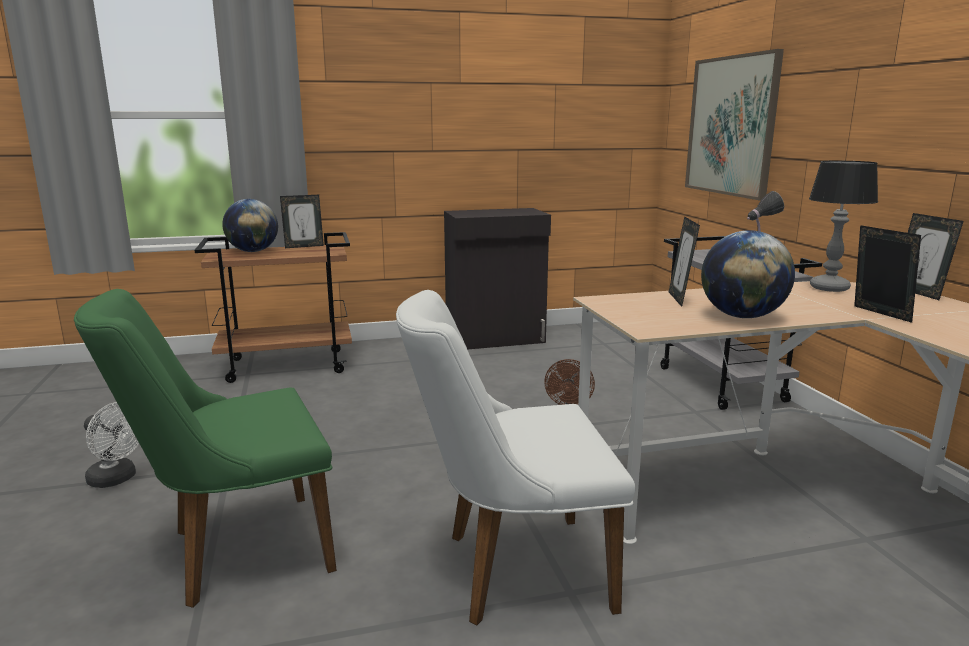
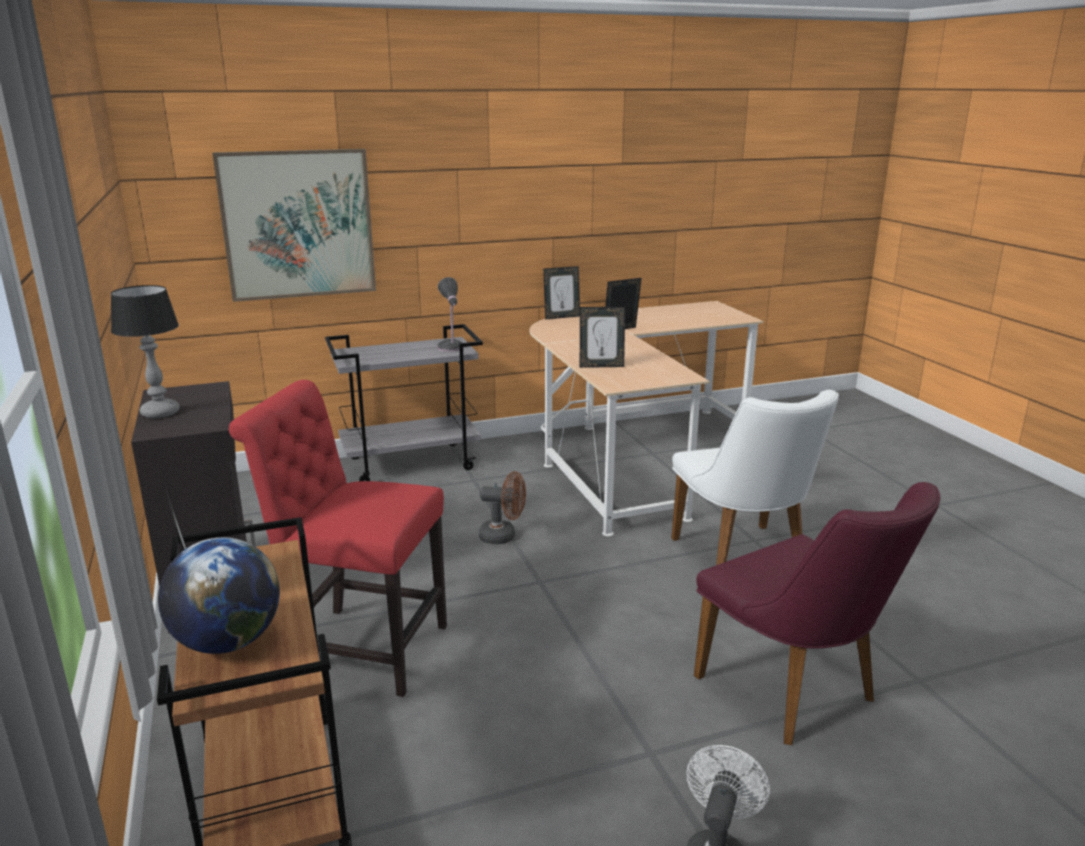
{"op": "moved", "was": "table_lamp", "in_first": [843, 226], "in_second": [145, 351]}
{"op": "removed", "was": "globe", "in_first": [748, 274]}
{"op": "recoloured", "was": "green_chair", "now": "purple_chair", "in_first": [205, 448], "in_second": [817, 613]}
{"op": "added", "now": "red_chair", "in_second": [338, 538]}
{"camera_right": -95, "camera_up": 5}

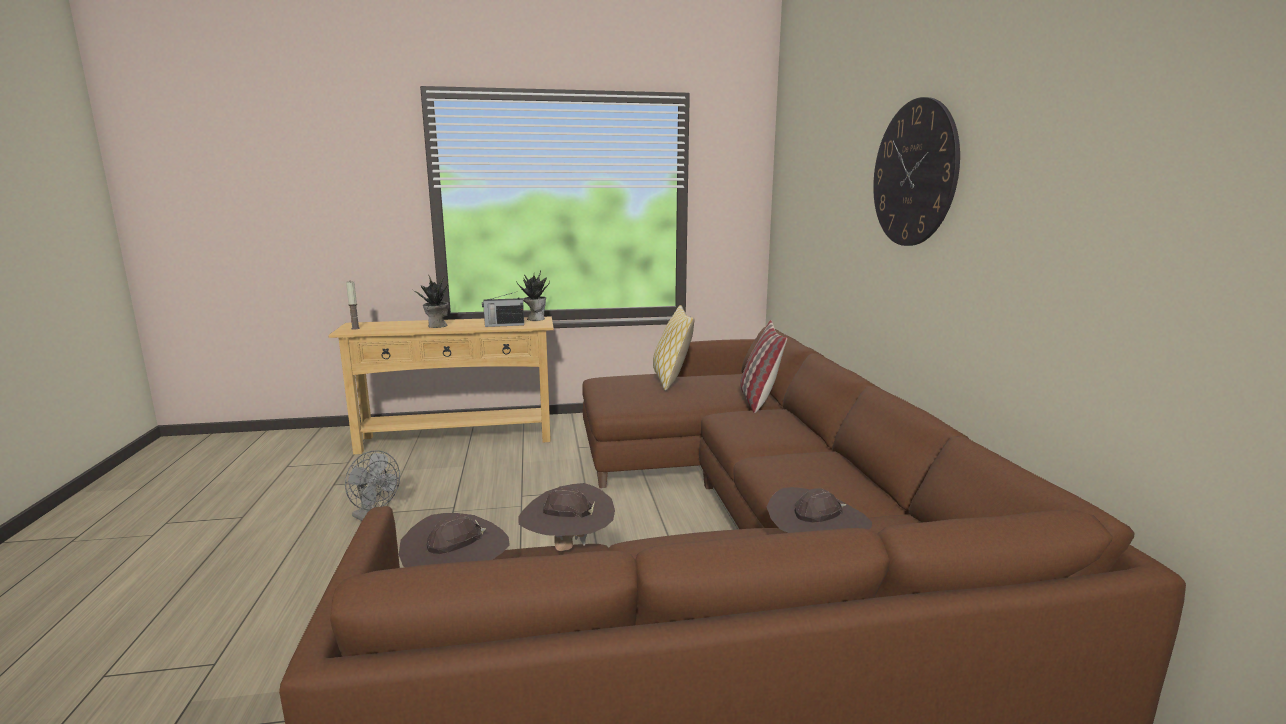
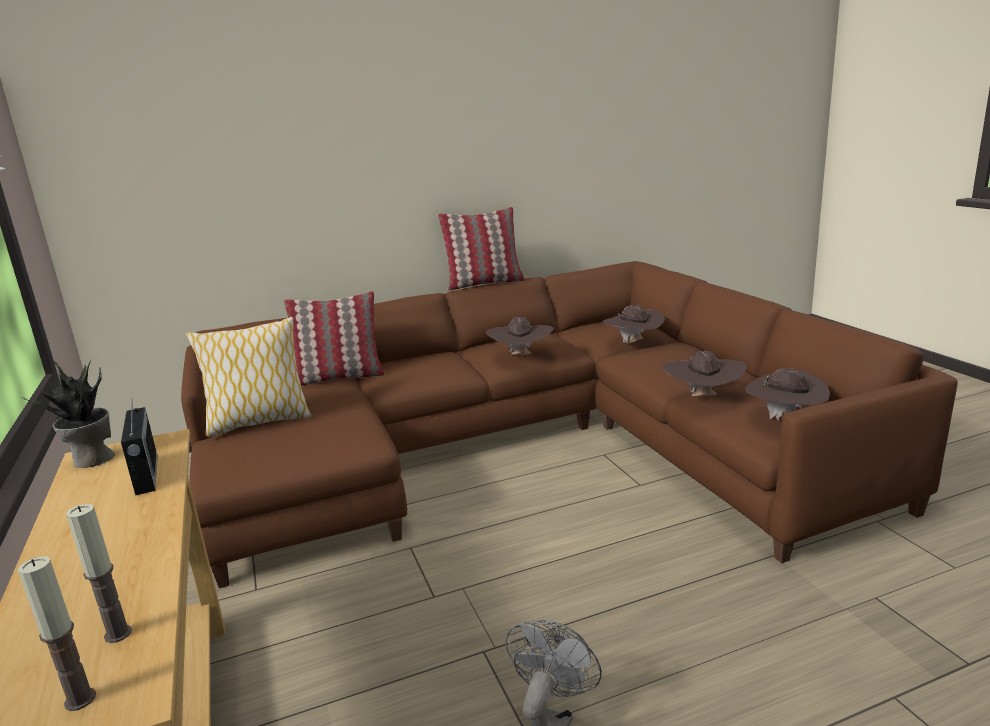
{"op": "removed", "was": "wall_clock", "in_first": [916, 171]}
{"op": "removed", "was": "potted_plant", "in_first": [430, 301]}
{"op": "added", "now": "pillow", "in_second": [480, 249]}
{"op": "added", "now": "brown_hat", "in_second": [520, 336]}
{"op": "added", "now": "candle", "in_second": [99, 573]}
{"camera_right": -100, "camera_up": 5}

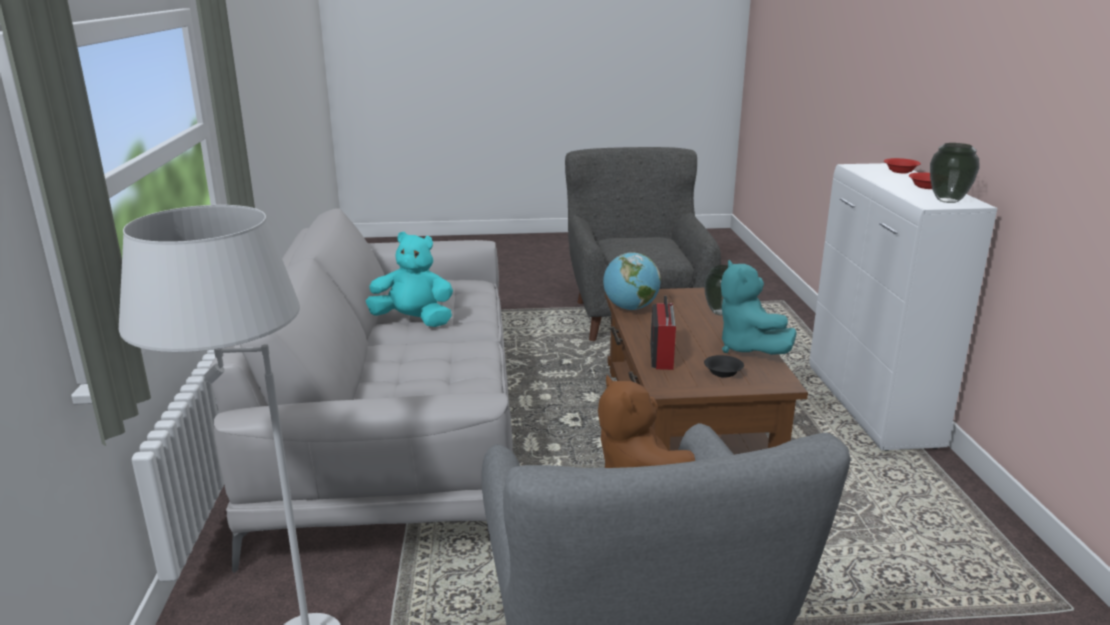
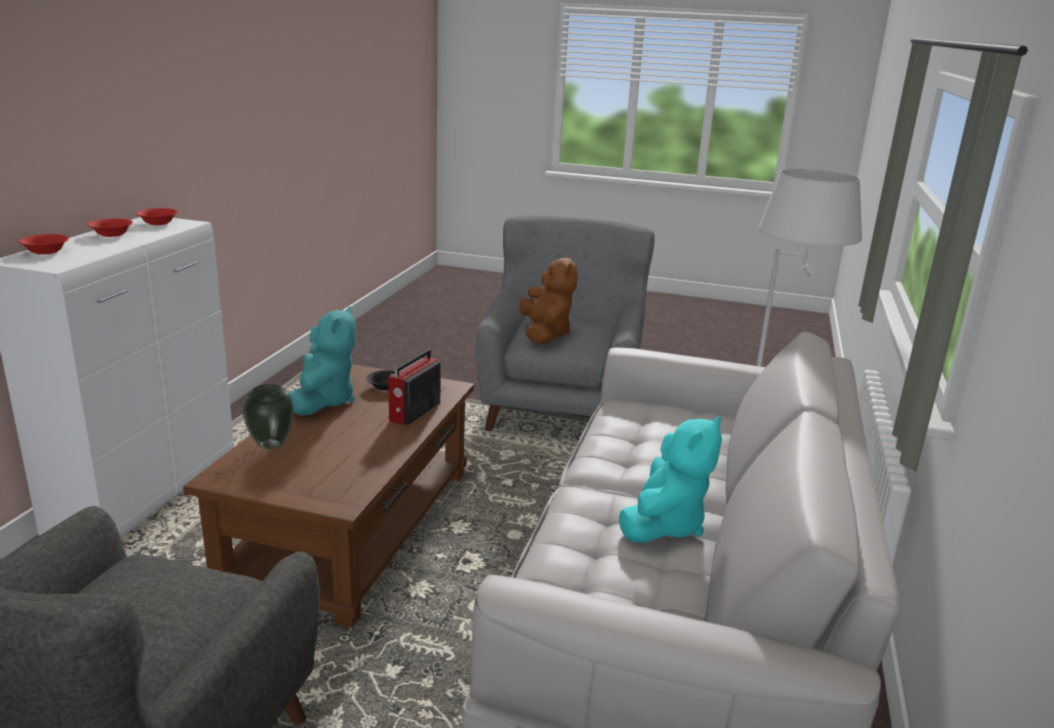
{"op": "replaced", "was": "vase", "now": "red_bowl", "in_first": [955, 173], "in_second": [157, 216]}
{"op": "turned", "was": "turquoise_plush_toy", "in_first": [409, 279], "in_second": [670, 479], "clockwise": -90}
{"op": "removed", "was": "globe", "in_first": [632, 281]}
{"camera_right": -160, "camera_up": 0}

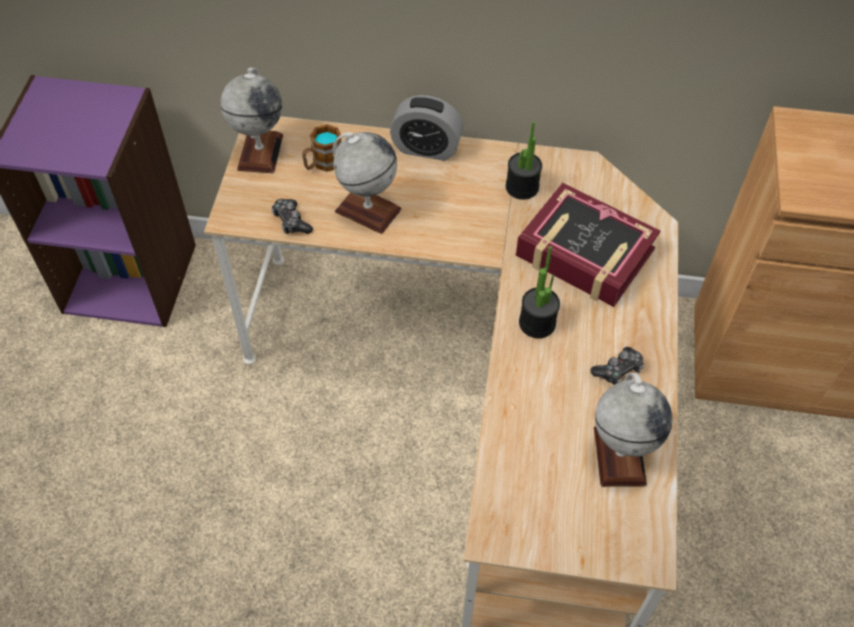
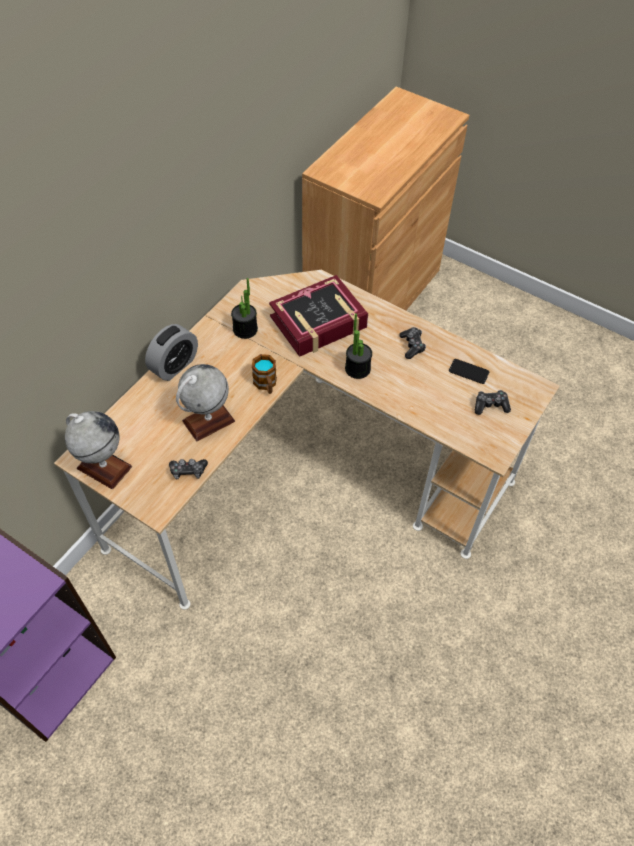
{"op": "moved", "was": "mug", "in_first": [322, 148], "in_second": [264, 374]}
{"op": "replaced", "was": "globe", "now": "phone", "in_first": [633, 430], "in_second": [469, 371]}
{"op": "added", "now": "game_controller", "in_second": [493, 402]}
{"camera_right": -65, "camera_up": 0}

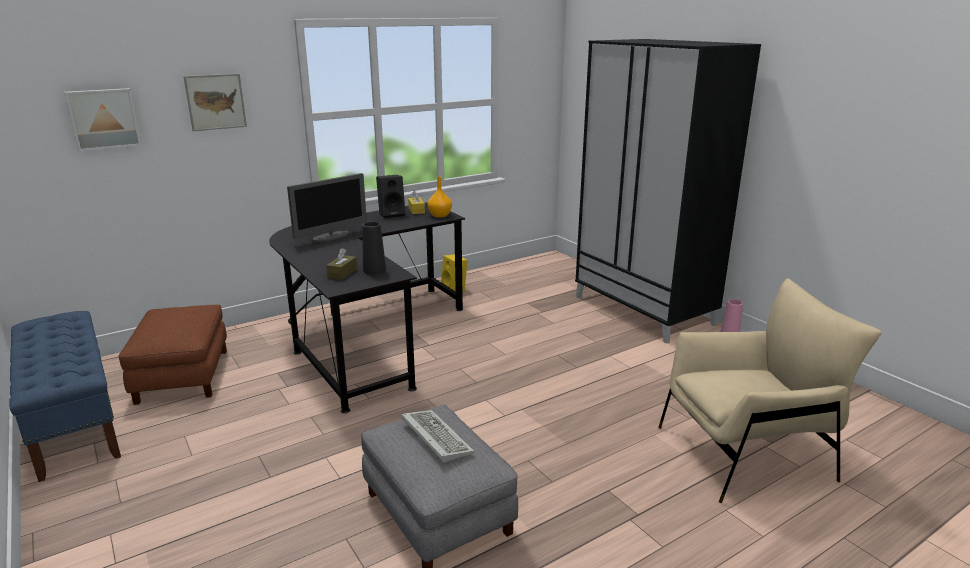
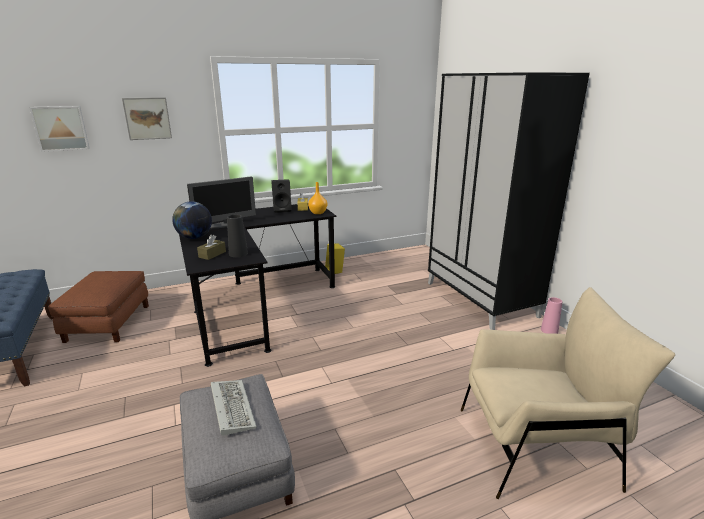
{"op": "added", "now": "globe", "in_second": [192, 220]}
{"camera_right": 10, "camera_up": 0}

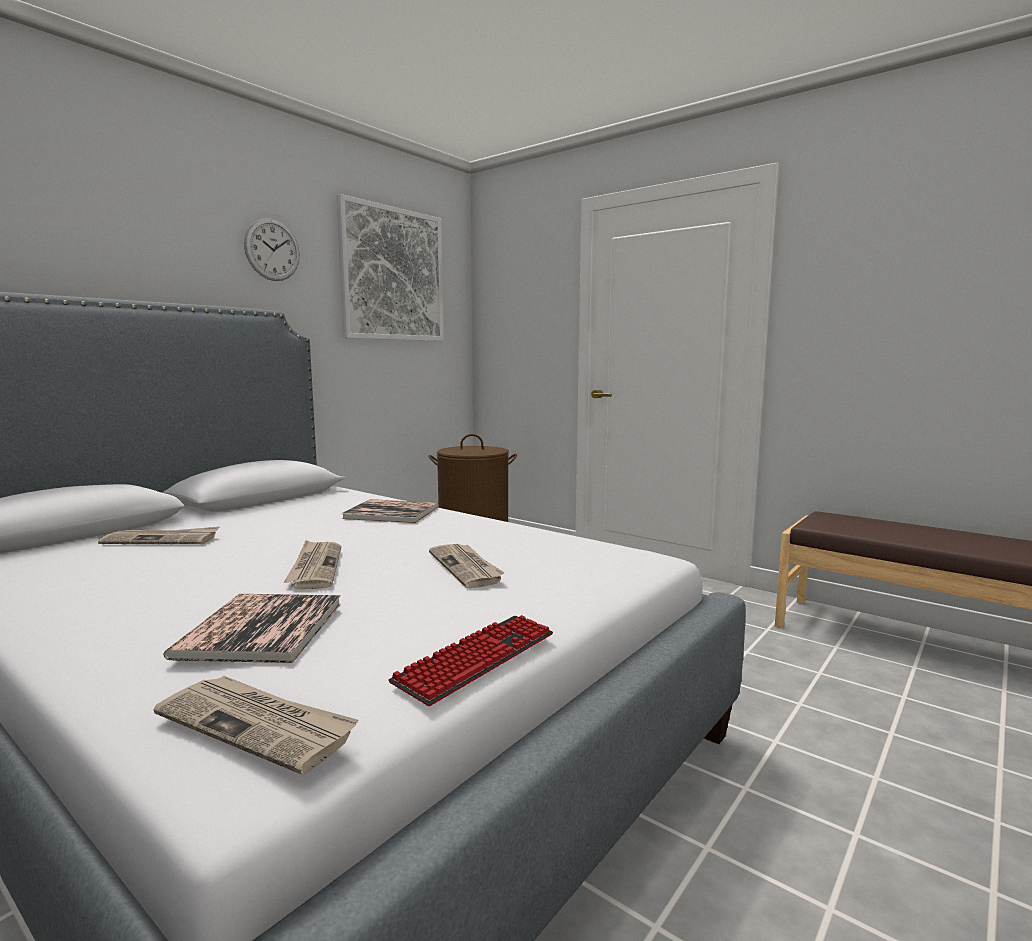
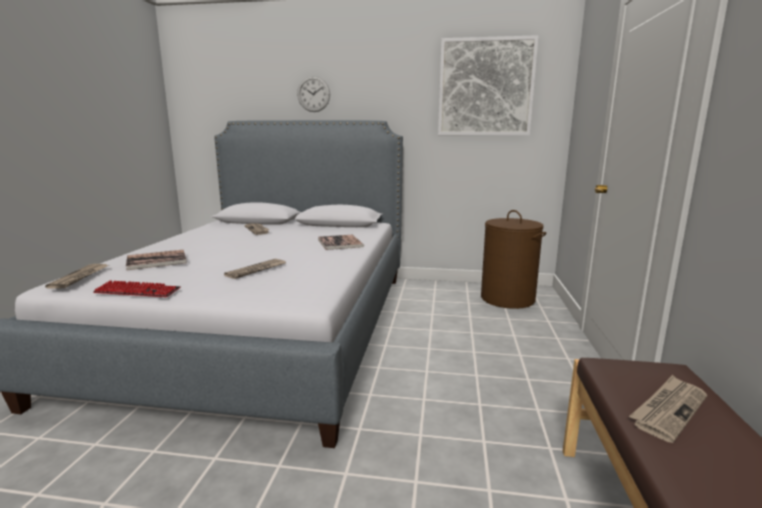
{"op": "moved", "was": "wall_clock", "in_first": [272, 249], "in_second": [313, 94]}
{"op": "moved", "was": "newspaper", "in_first": [312, 564], "in_second": [668, 409]}
{"camera_right": 60, "camera_up": 5}

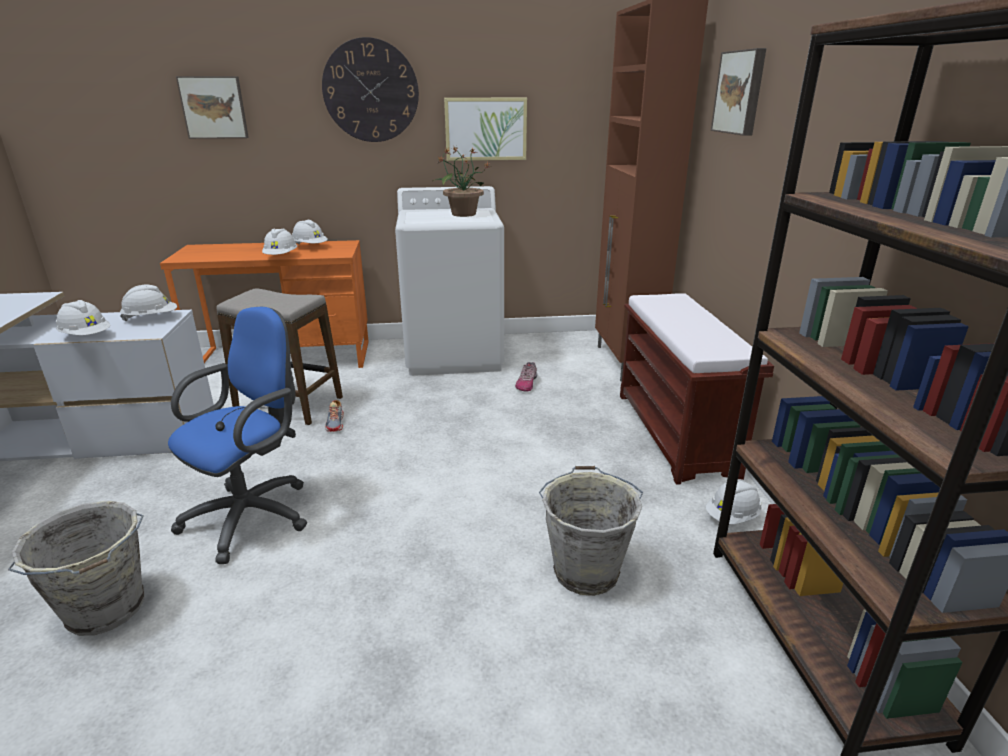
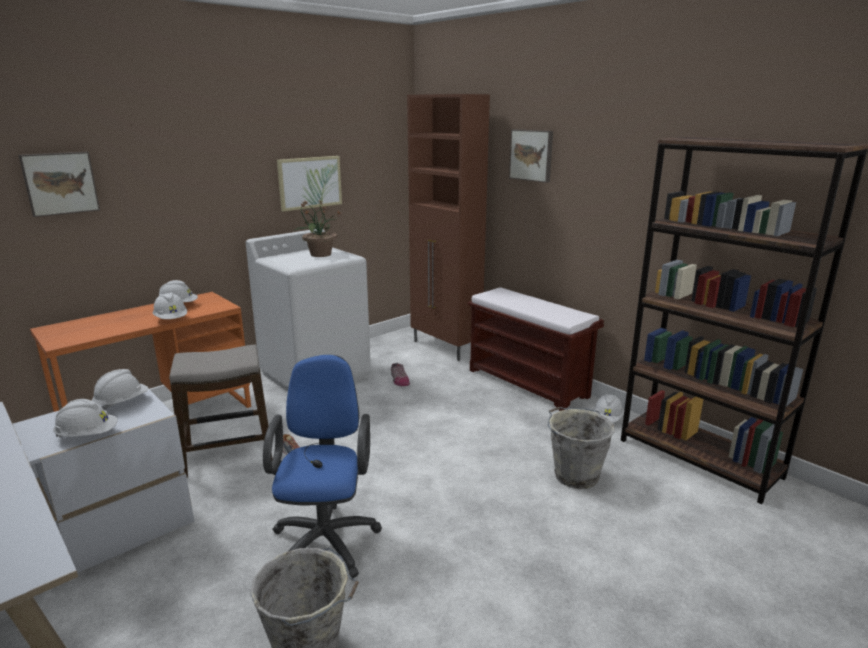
{"op": "removed", "was": "wall_clock", "in_first": [370, 89]}
{"camera_right": -35, "camera_up": -5}

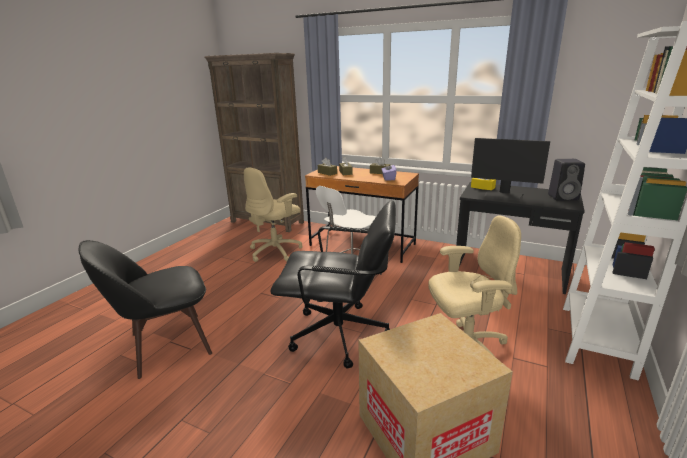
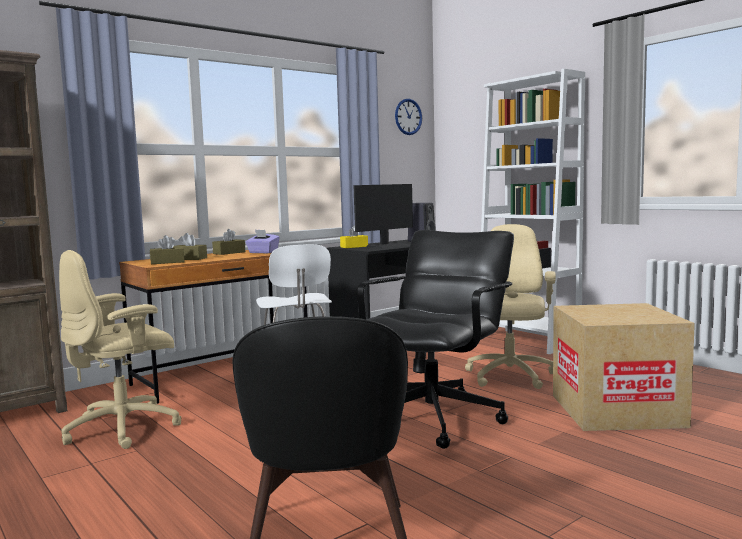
{"op": "turned", "was": "beige_office_chair", "in_first": [273, 215], "in_second": [120, 349], "clockwise": 75}
{"op": "added", "now": "wall_clock", "in_second": [408, 117]}
{"camera_right": -65, "camera_up": -15}

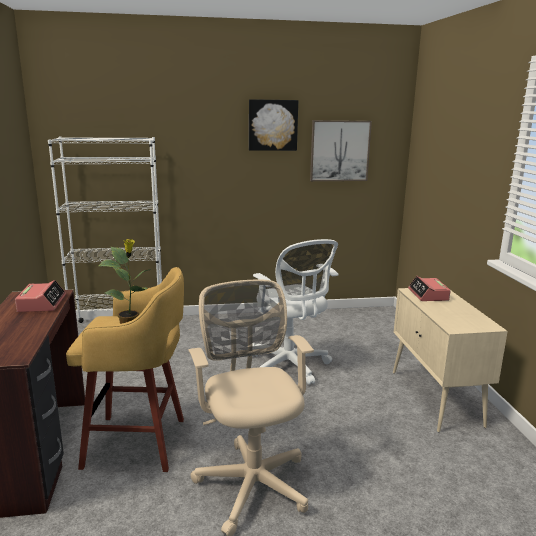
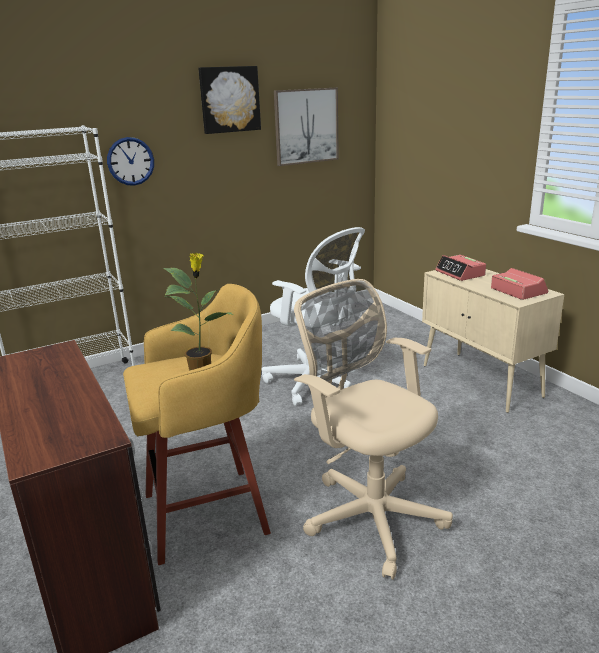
{"op": "moved", "was": "alarm_clock", "in_first": [40, 296], "in_second": [519, 284]}
{"op": "added", "now": "wall_clock", "in_second": [130, 161]}
{"camera_right": -20, "camera_up": 5}

